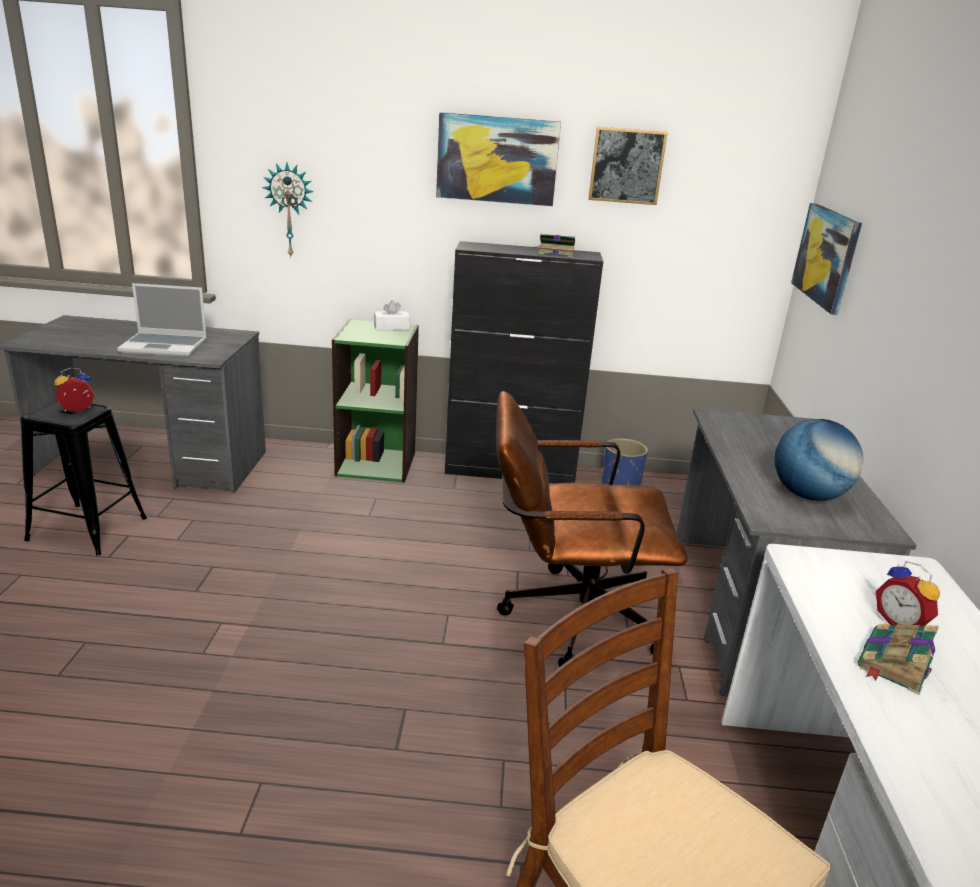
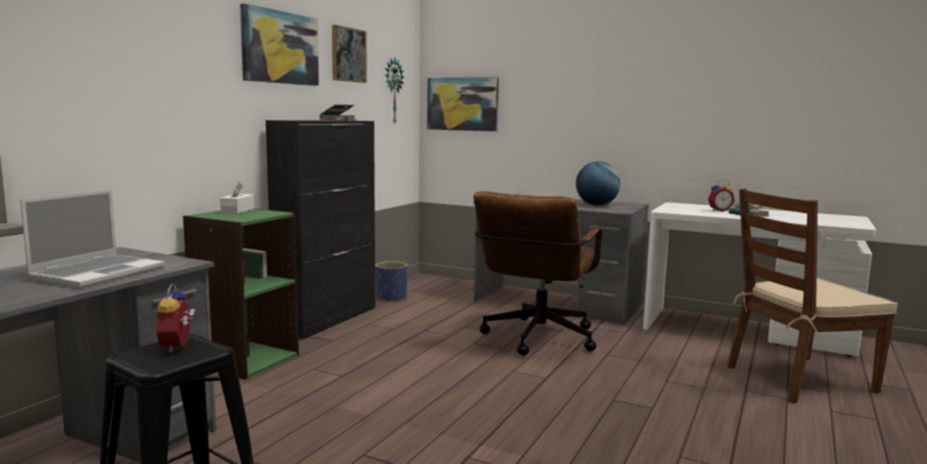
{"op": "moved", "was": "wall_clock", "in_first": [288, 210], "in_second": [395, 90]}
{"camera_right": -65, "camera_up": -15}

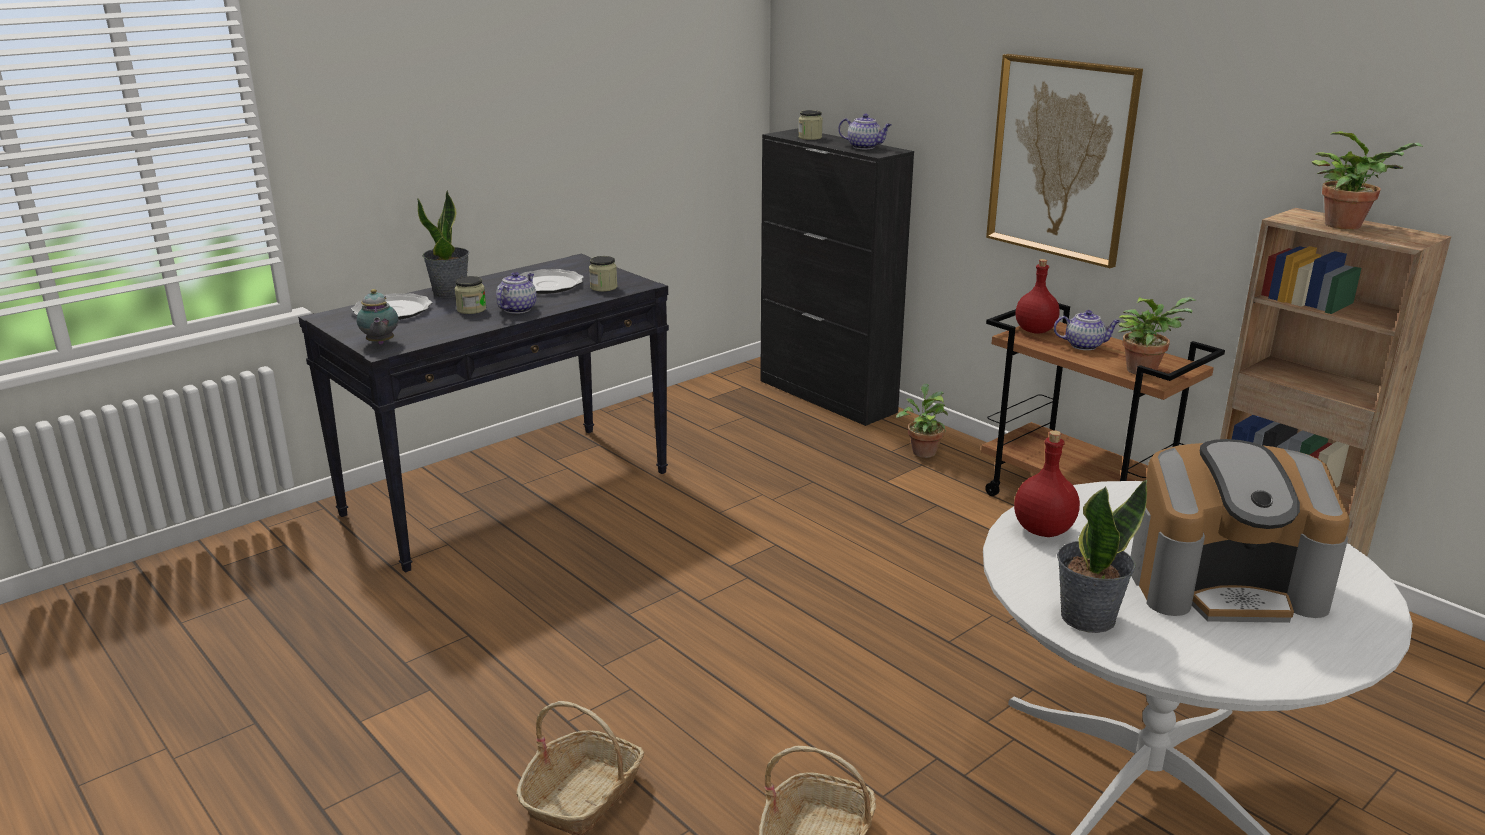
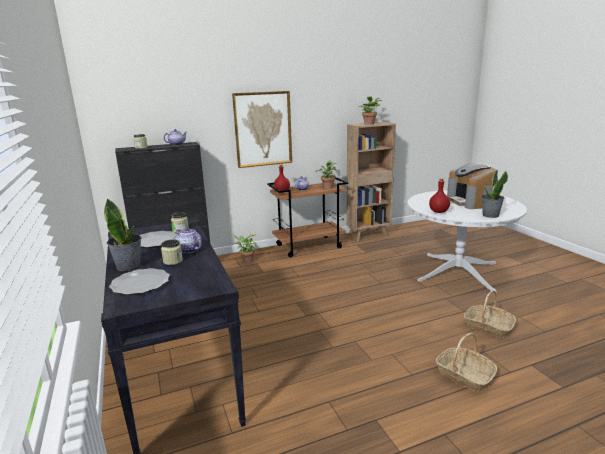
{"op": "removed", "was": "teapot", "in_first": [377, 317]}
{"op": "turned", "was": "coffee_machine", "in_first": [1240, 531], "in_second": [472, 186], "clockwise": 150}
{"camera_right": -70, "camera_up": -5}

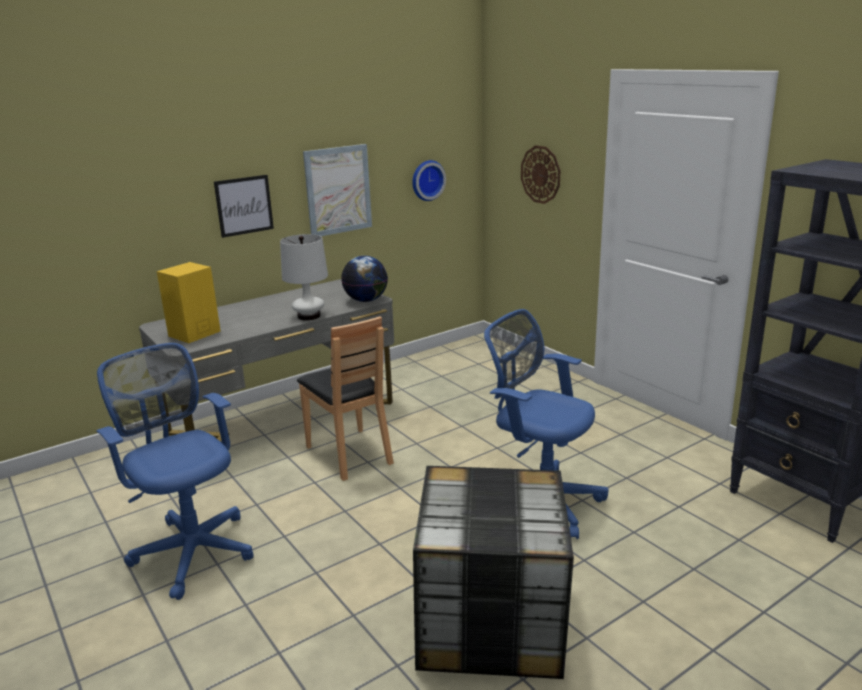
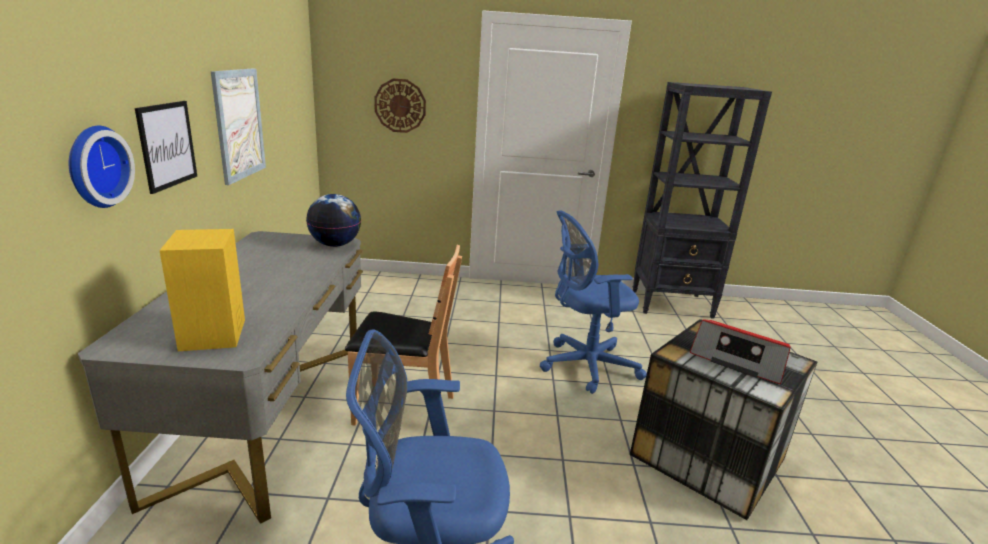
{"op": "moved", "was": "wall_clock", "in_first": [429, 180], "in_second": [102, 167]}
{"op": "removed", "was": "white_table_lamp", "in_first": [304, 277]}
{"op": "added", "now": "radio", "in_second": [740, 351]}
{"camera_right": -55, "camera_up": 0}

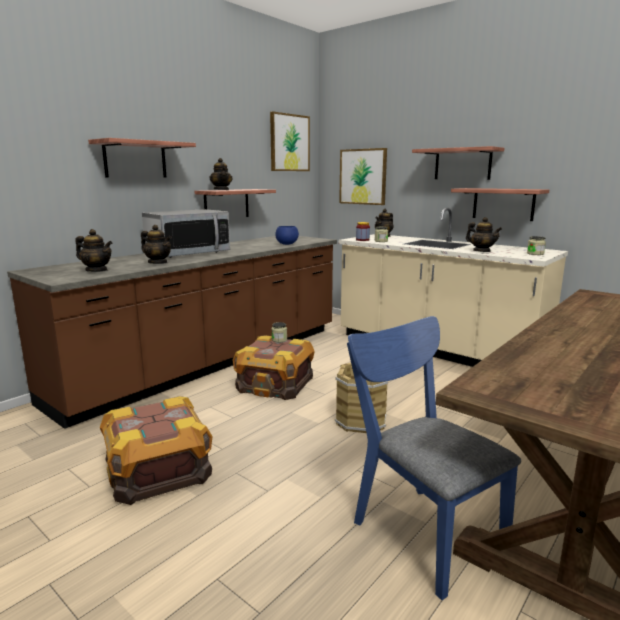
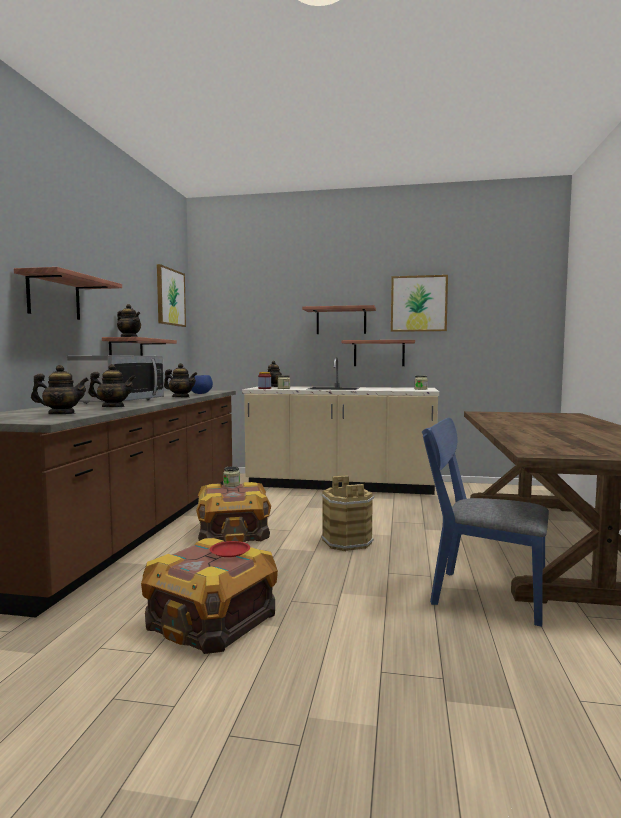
{"op": "moved", "was": "picture", "in_first": [363, 176], "in_second": [419, 303]}
{"op": "moved", "was": "teapot", "in_first": [484, 234], "in_second": [180, 380]}
{"op": "added", "now": "red_plate", "in_second": [230, 549]}
{"camera_right": -30, "camera_up": -10}

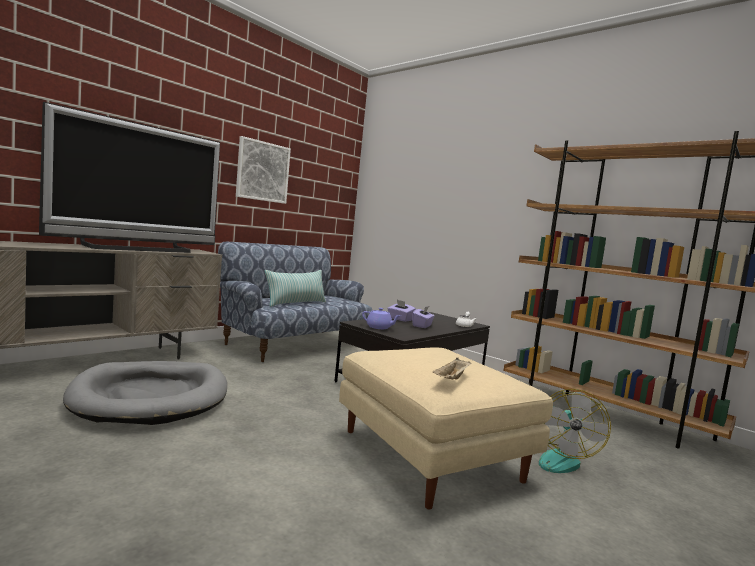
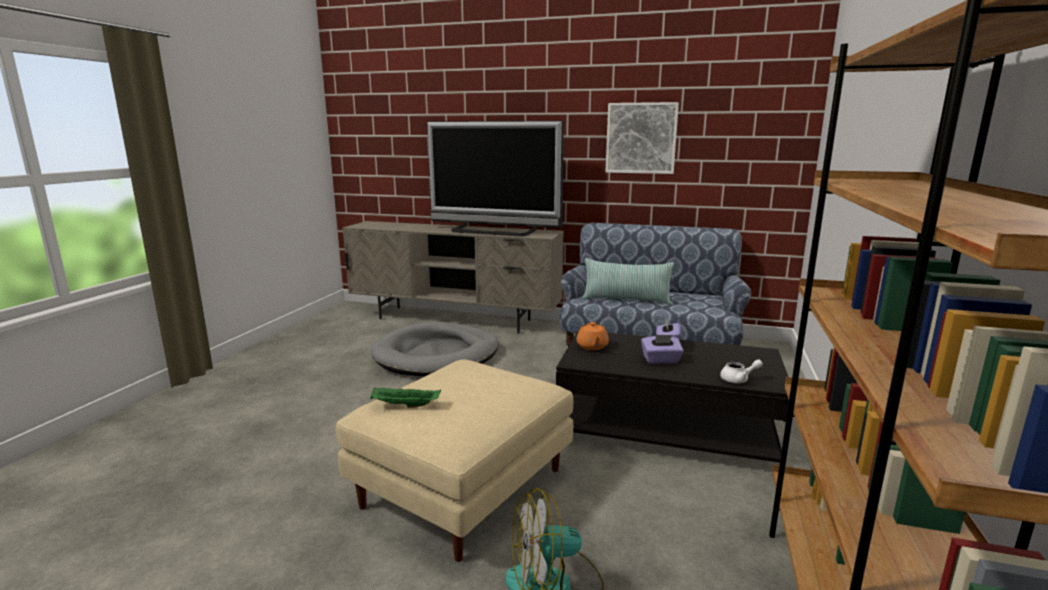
{"op": "recoloured", "was": "purple_teapot", "now": "orange_teapot", "in_first": [381, 318], "in_second": [592, 336]}
{"op": "recoloured", "was": "beige_tray", "now": "green_tray", "in_first": [452, 369], "in_second": [405, 397]}
{"camera_right": 65, "camera_up": 10}

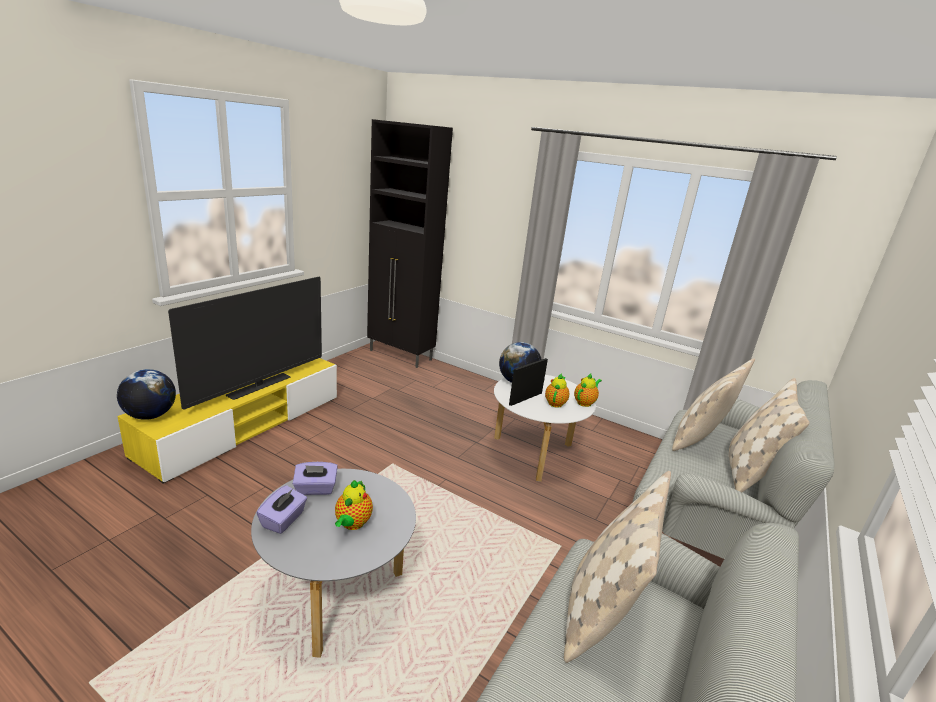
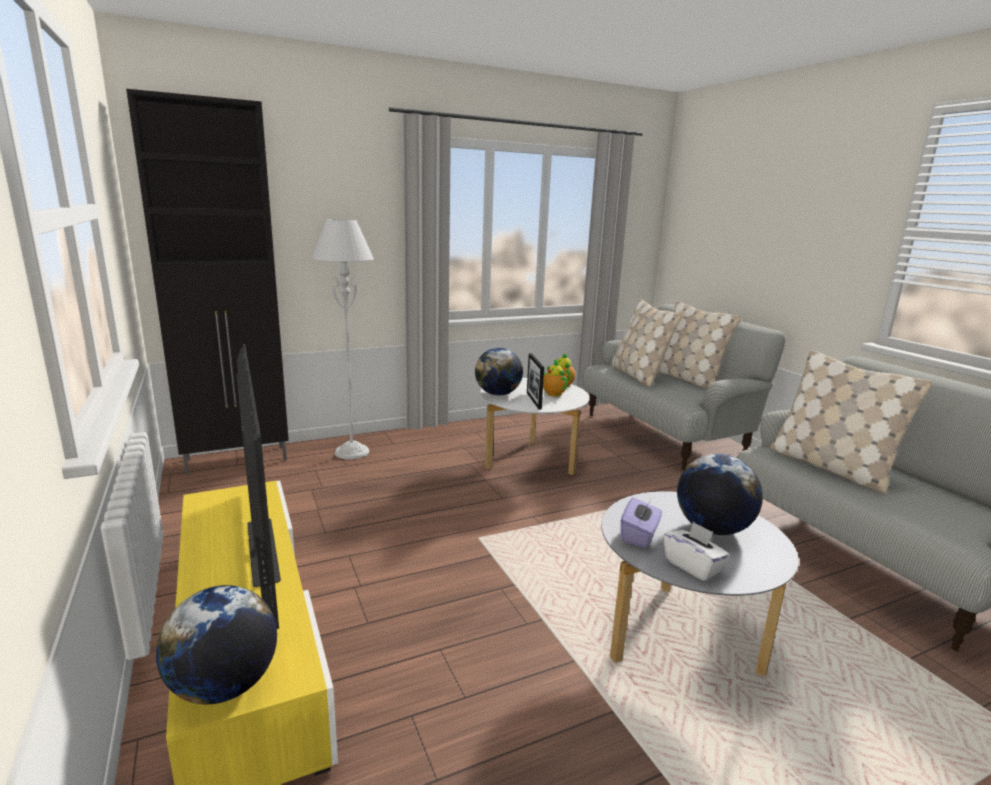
{"op": "replaced", "was": "teapot", "now": "globe", "in_first": [354, 505], "in_second": [720, 494]}
{"op": "recoloured", "was": "purple_tissue_box", "now": "white_tissue_box", "in_first": [281, 509], "in_second": [696, 551]}
{"op": "added", "now": "grey_floor_lamp", "in_second": [343, 339]}
{"camera_right": -55, "camera_up": -5}

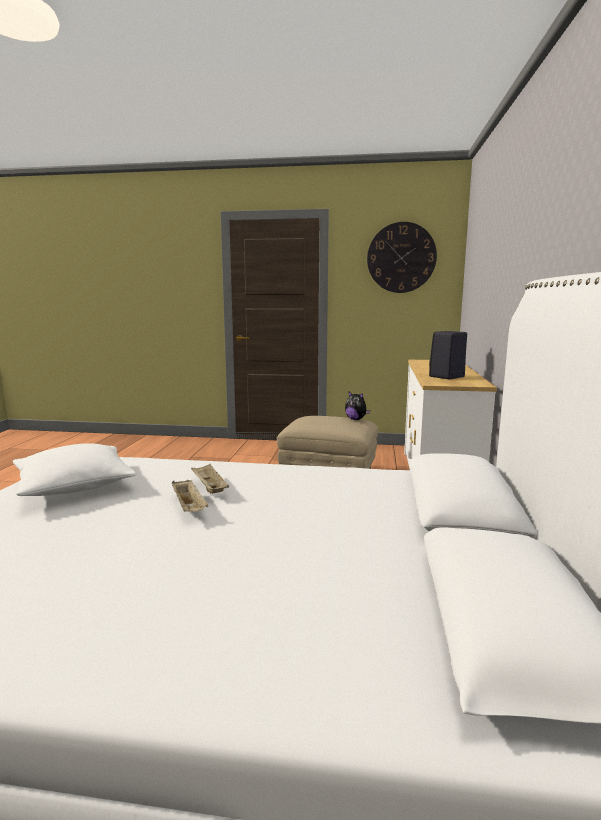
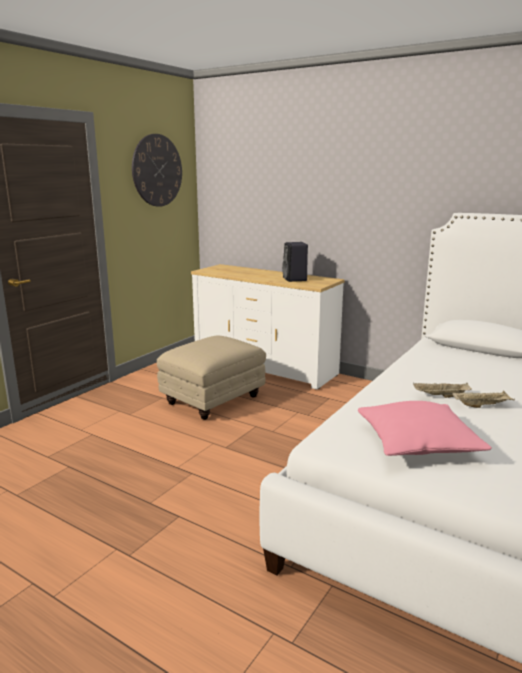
{"op": "removed", "was": "plush_toy", "in_first": [357, 406]}
{"op": "recoloured", "was": "white_pillow", "now": "pink_pillow", "in_first": [74, 469], "in_second": [425, 428]}
{"camera_right": -65, "camera_up": 5}

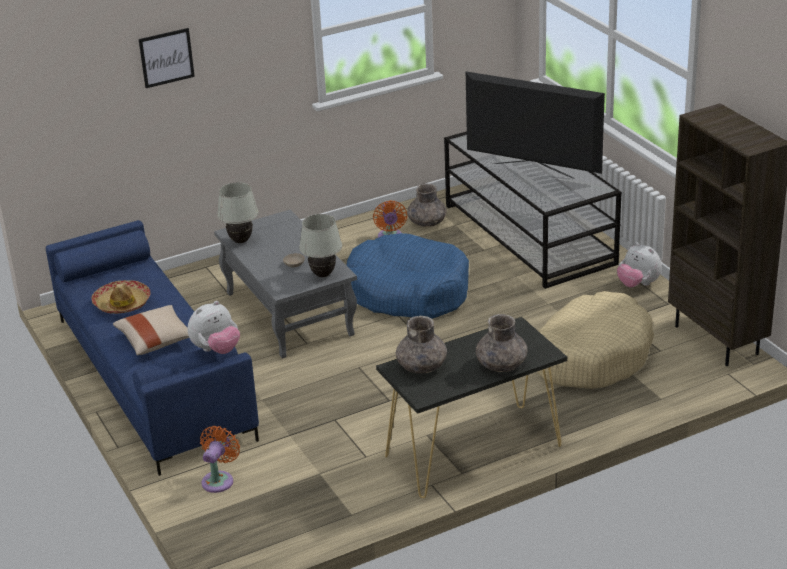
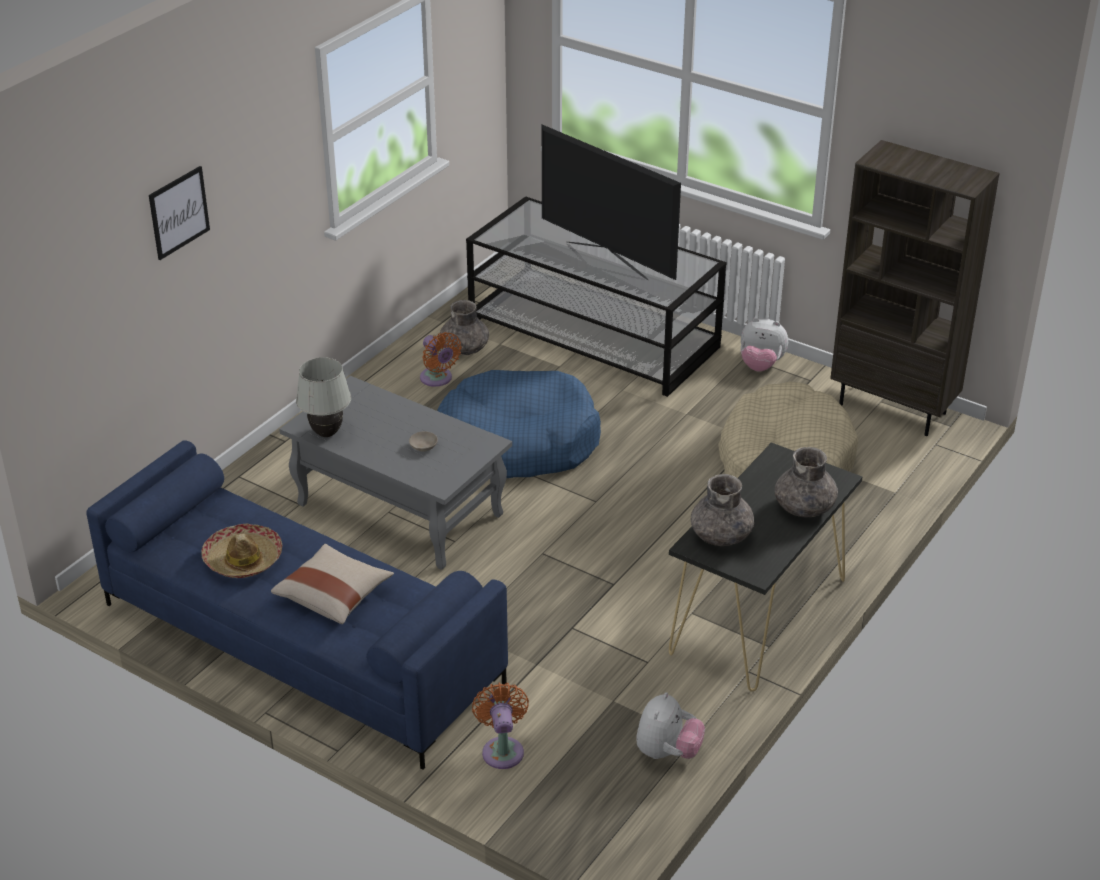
{"op": "turned", "was": "television", "in_first": [535, 125], "in_second": [611, 202], "clockwise": -135}
{"op": "removed", "was": "white_table_lamp", "in_first": [320, 245]}
{"op": "moved", "was": "plush_toy", "in_first": [214, 327], "in_second": [670, 725]}
{"camera_right": -30, "camera_up": 5}

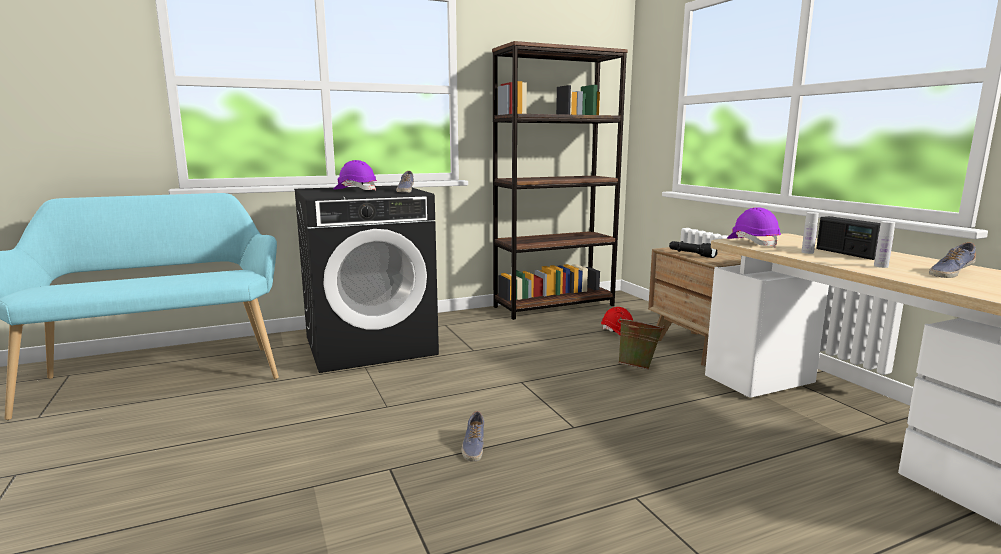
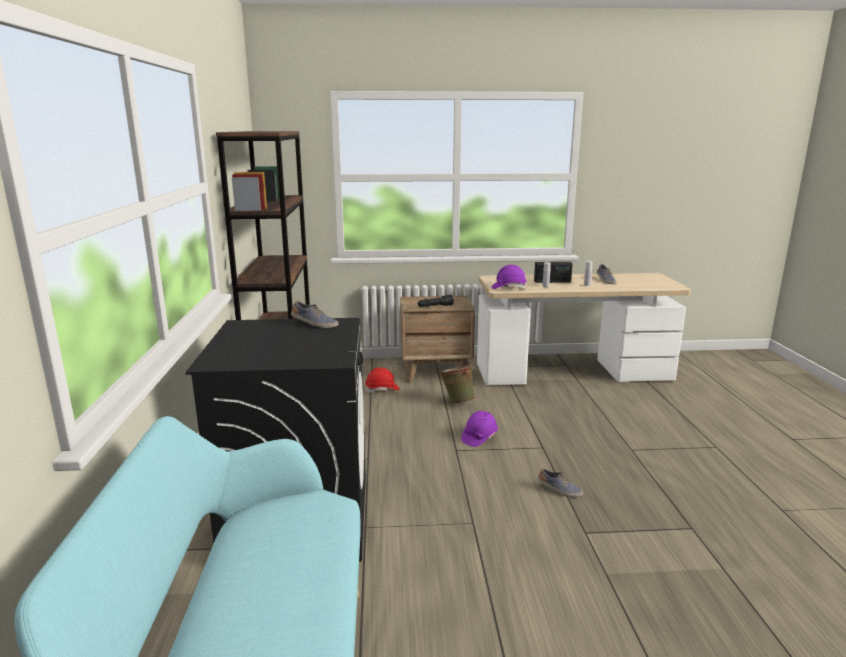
{"op": "moved", "was": "purple_hard_hat", "in_first": [355, 175], "in_second": [479, 429]}
{"camera_right": -70, "camera_up": 5}

